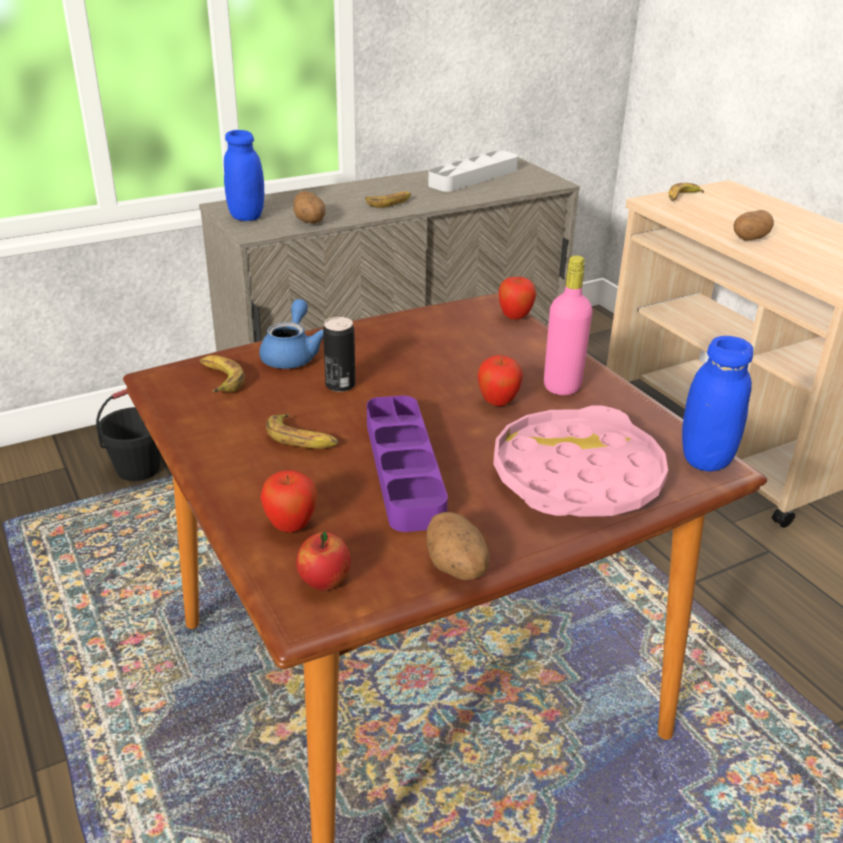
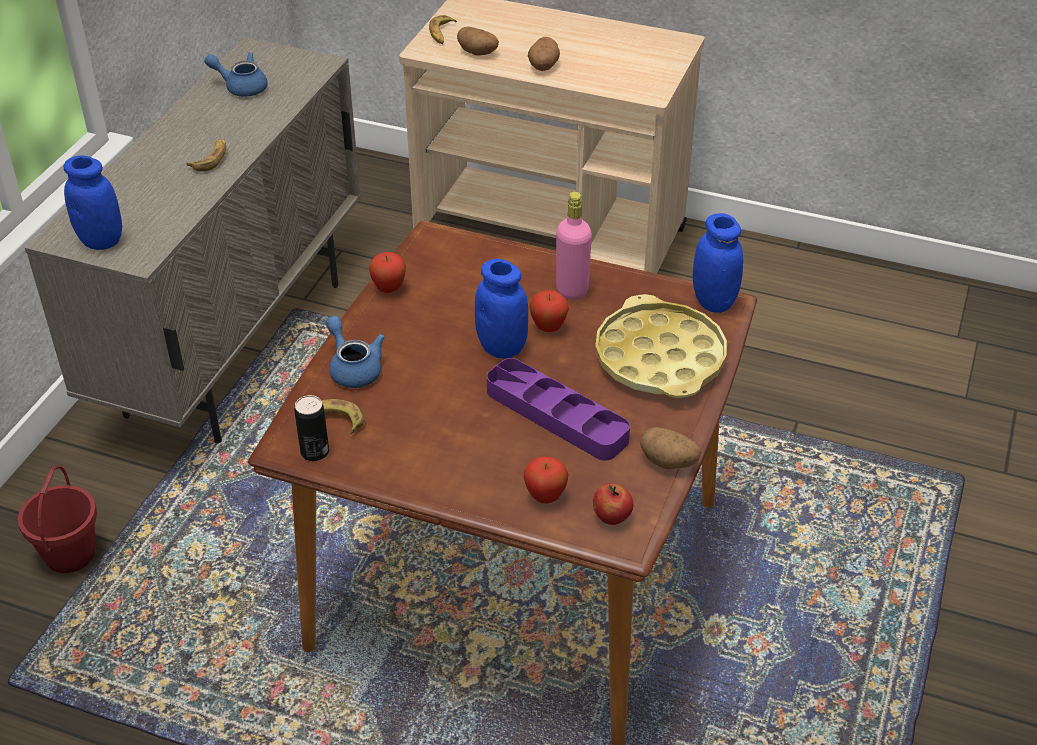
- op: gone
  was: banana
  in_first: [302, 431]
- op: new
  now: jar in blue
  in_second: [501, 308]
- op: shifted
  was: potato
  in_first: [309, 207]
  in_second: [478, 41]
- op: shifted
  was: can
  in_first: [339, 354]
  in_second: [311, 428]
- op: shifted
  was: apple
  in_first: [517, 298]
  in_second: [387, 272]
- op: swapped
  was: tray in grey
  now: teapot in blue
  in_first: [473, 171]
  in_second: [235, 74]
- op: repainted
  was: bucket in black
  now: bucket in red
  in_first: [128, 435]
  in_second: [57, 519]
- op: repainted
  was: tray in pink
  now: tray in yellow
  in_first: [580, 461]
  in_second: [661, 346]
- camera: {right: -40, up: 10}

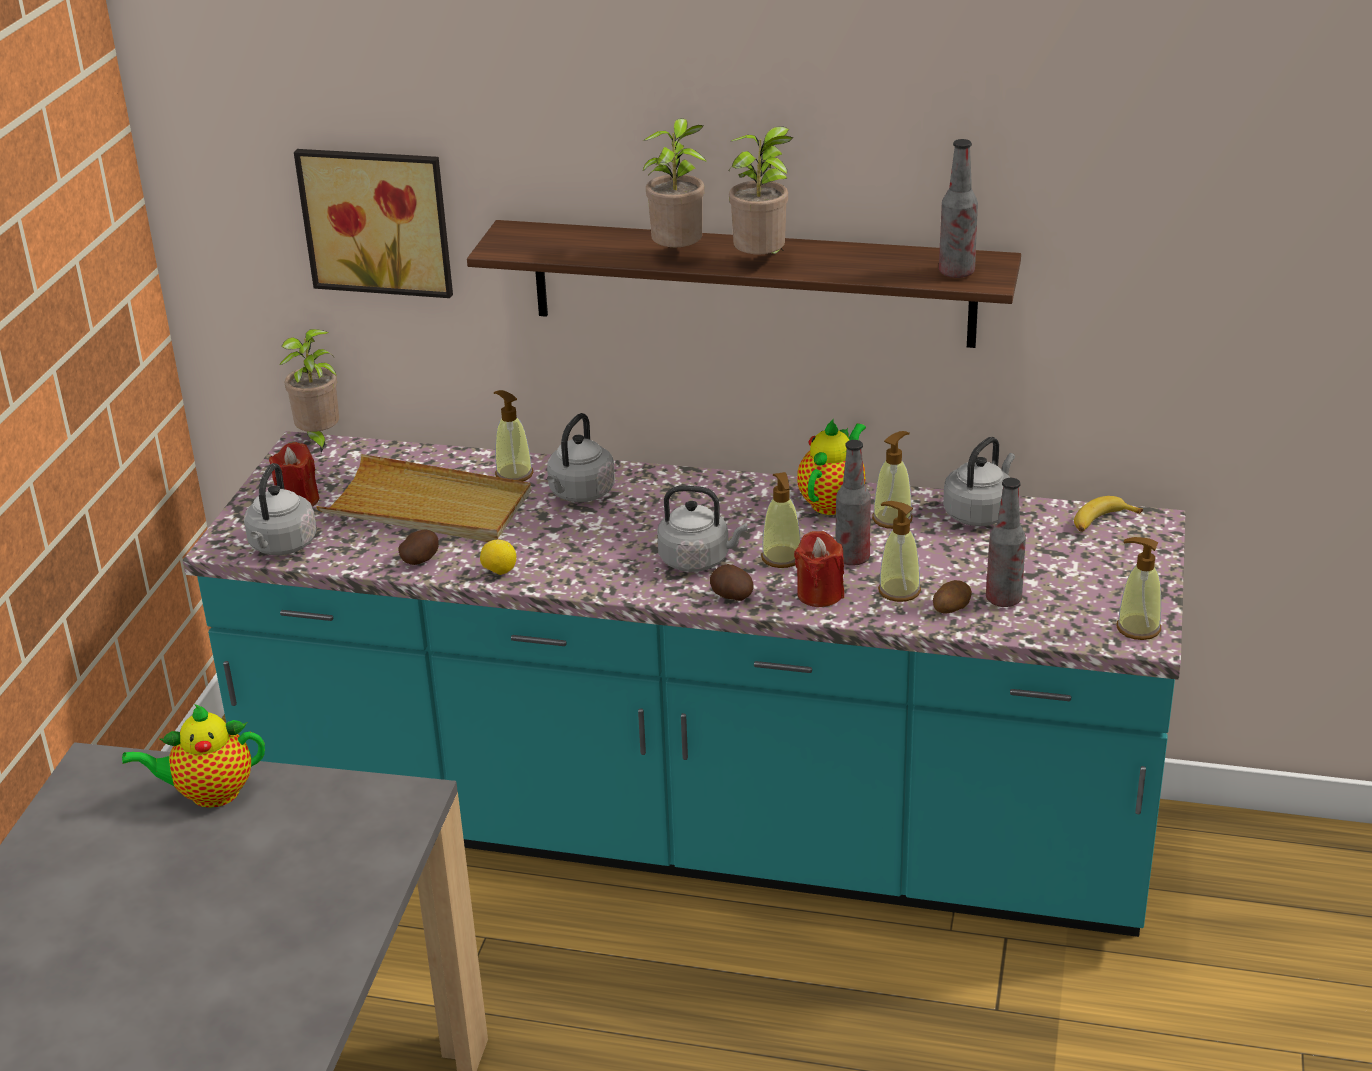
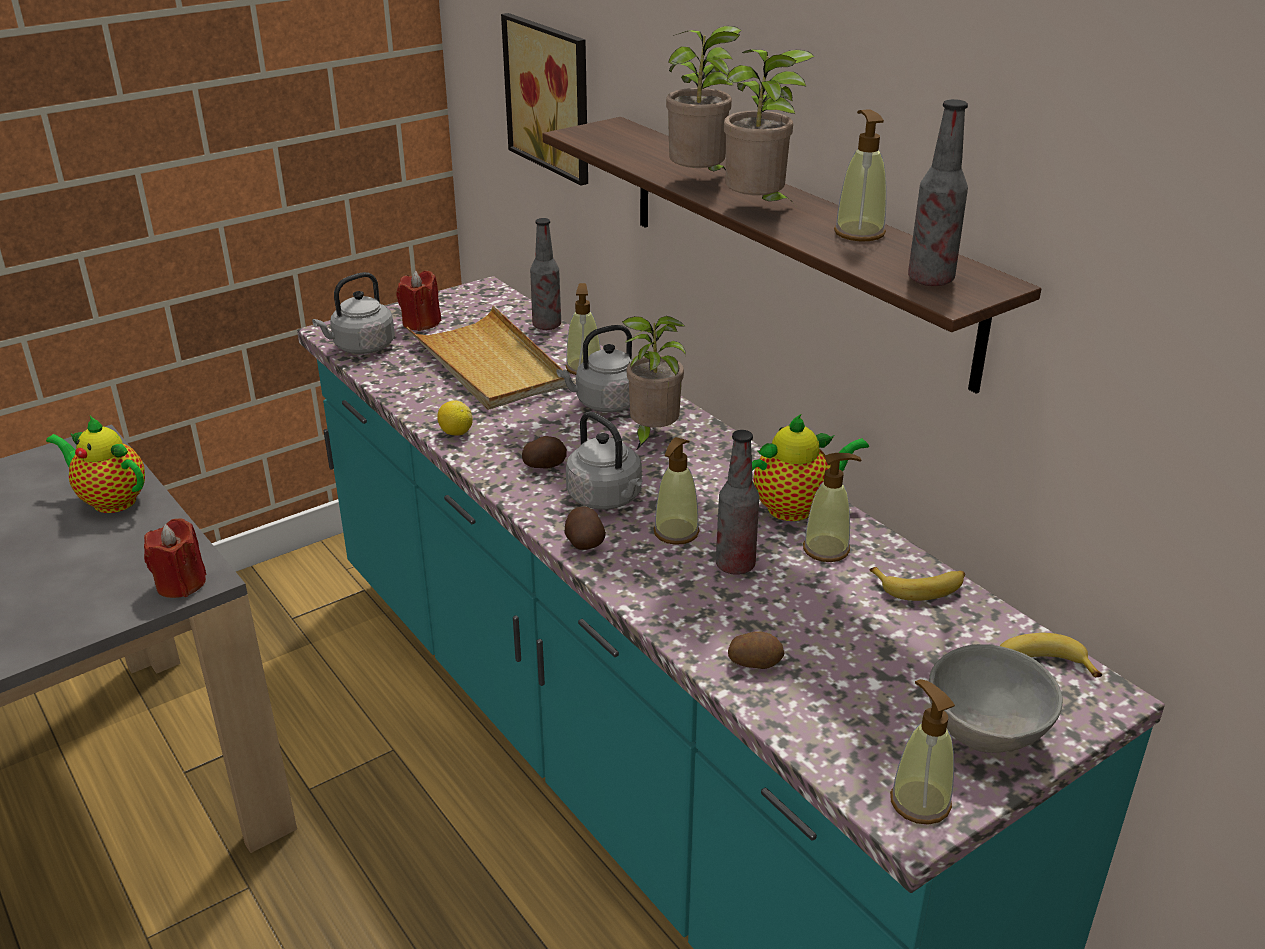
- op: new
  now: bowl in grey
  in_second: [996, 698]
- op: shifted
  was: potted plant
  in_first: [309, 391]
  in_second: [654, 382]
- op: shifted
  was: potato
  in_first: [418, 547]
  in_second: [544, 452]
- op: shifted
  was: candle in red
  in_first: [819, 569]
  in_second: [175, 558]
- op: shifted
  was: soap dispenser
  in_first: [899, 551]
  in_second: [860, 175]
- op: shifted
  was: bottle
  in_first: [1006, 542]
  in_second: [545, 274]
- op: swapped
  was: kettle in grey
  now: banana
  in_first: [979, 481]
  in_second: [917, 584]
- camera: {right: 40, up: 0}

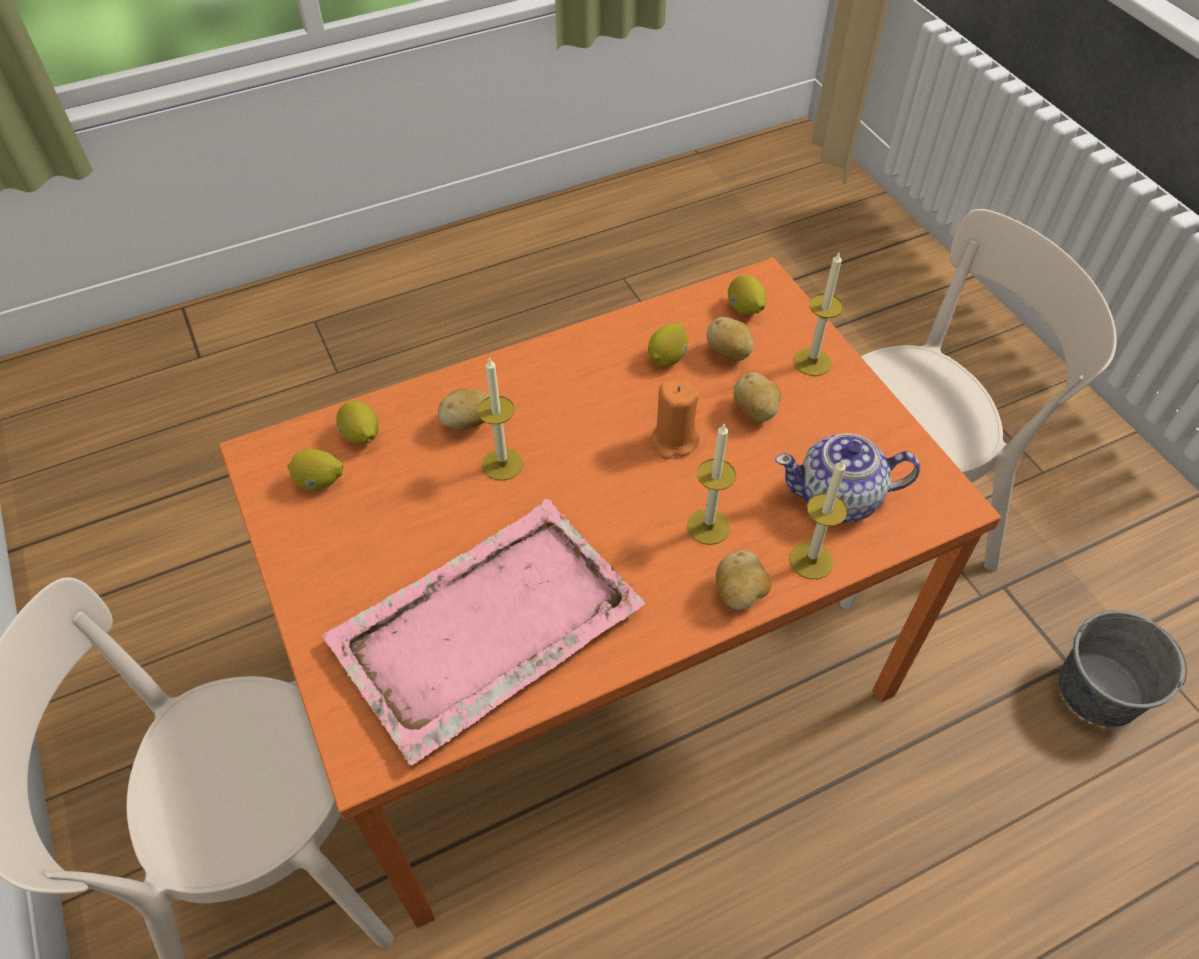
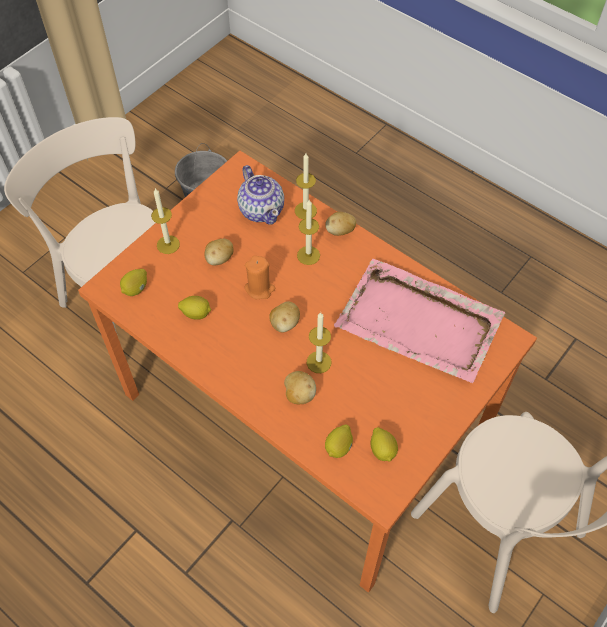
- op: shifted
  was: potato
  in_first: [730, 339]
  in_second: [284, 317]
- camera: {right: -115, up: 5}

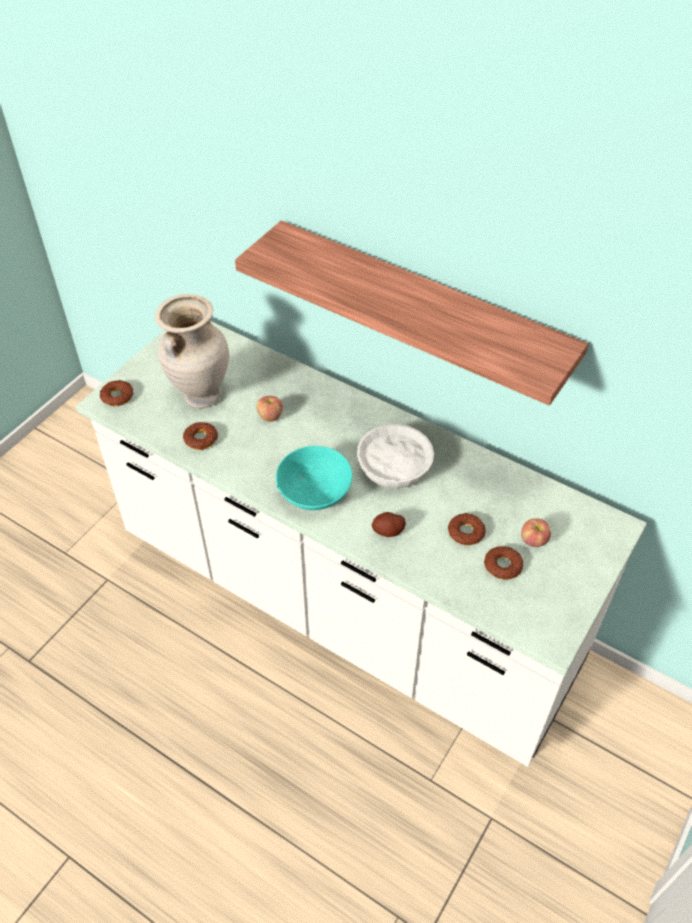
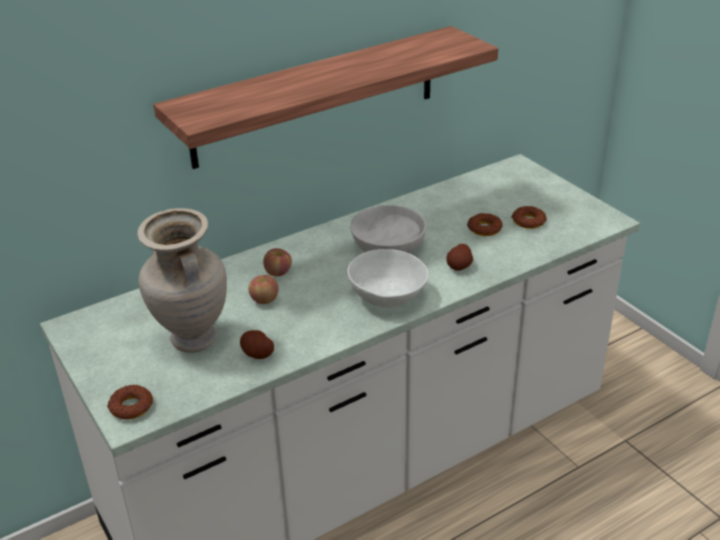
- op: shifted
  was: apple
  in_first: [536, 532]
  in_second: [277, 262]
- op: swapped
  was: donut
  now: potato
  in_first: [200, 436]
  in_second: [257, 344]
- op: repainted
  was: bowl in turquoise
  now: bowl in white
  in_first: [314, 478]
  in_second: [387, 278]
- camera: {right: -65, up: -15}

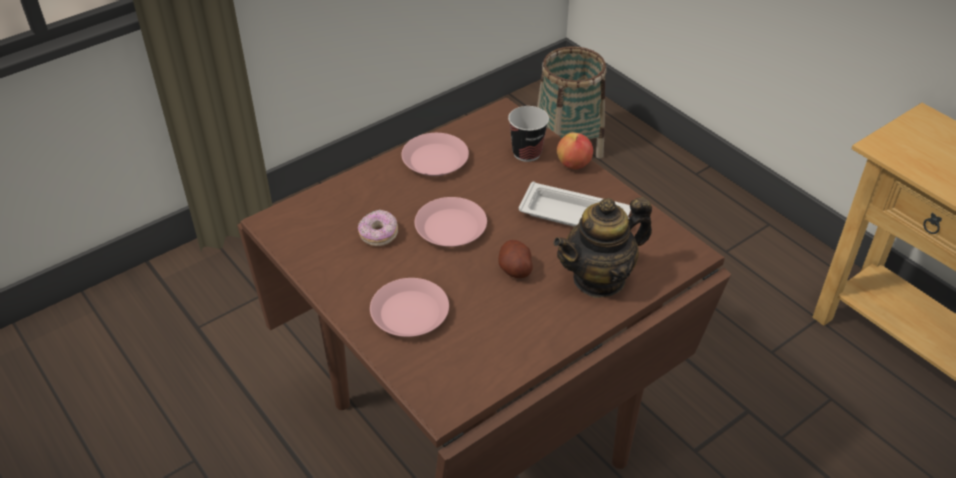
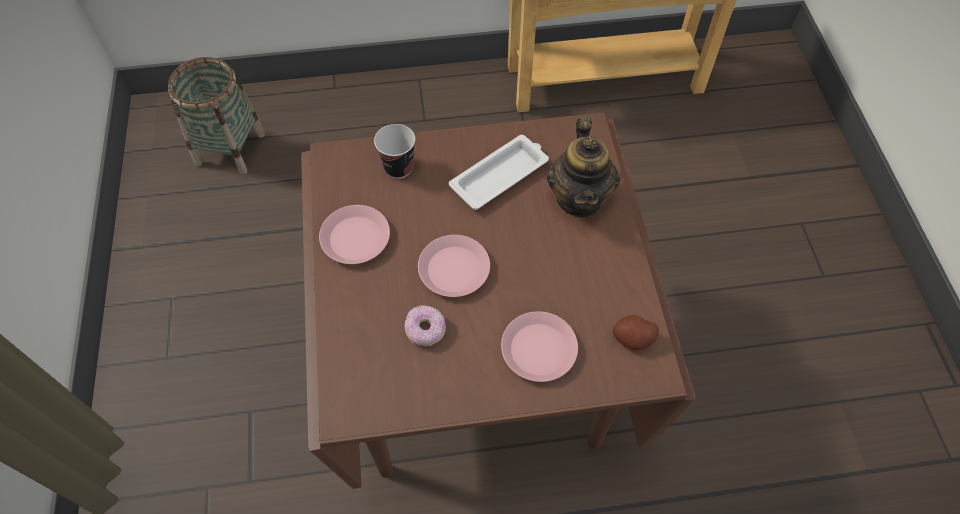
- op: gone
  was: apple
  in_first: [575, 151]
- op: shifted
  was: potato
  in_first: [515, 259]
  in_second: [636, 332]
- camera: {right: -60, up: 15}

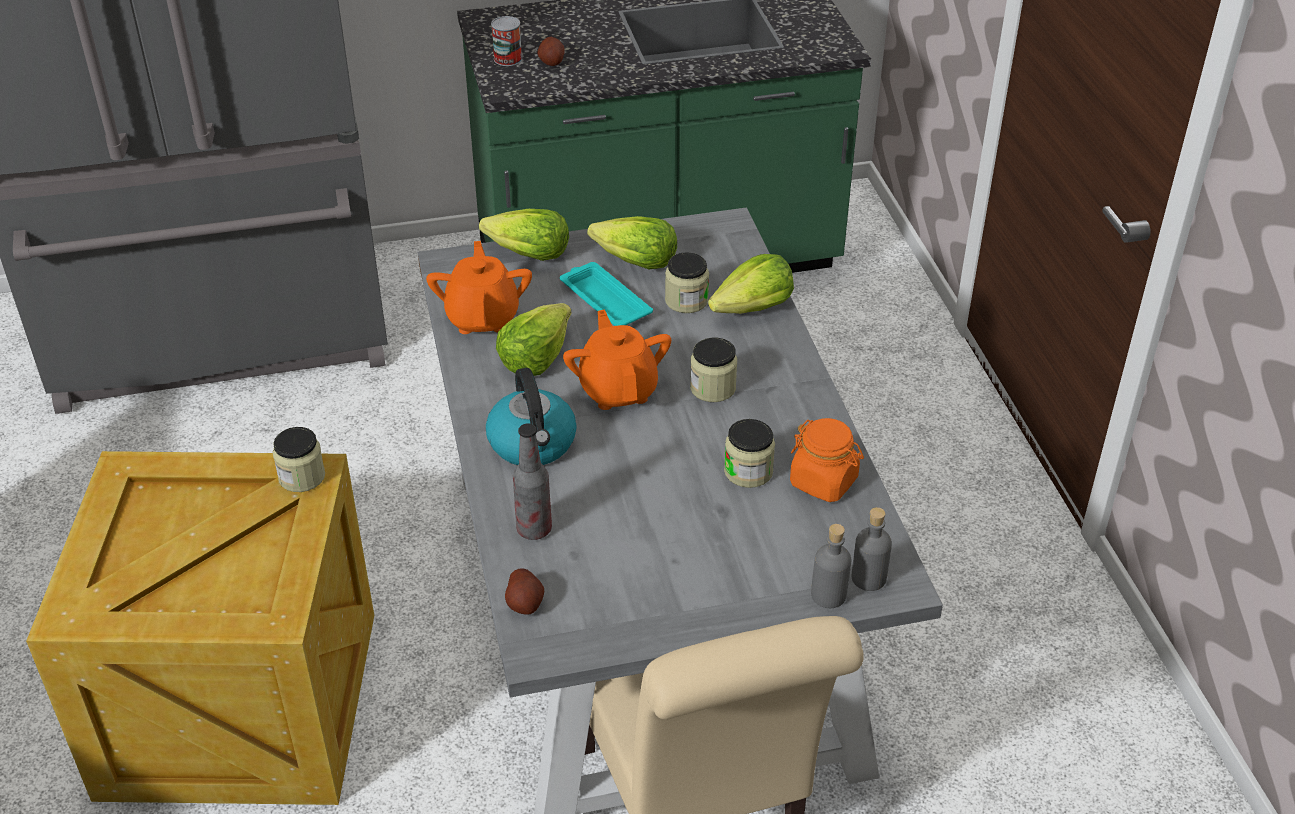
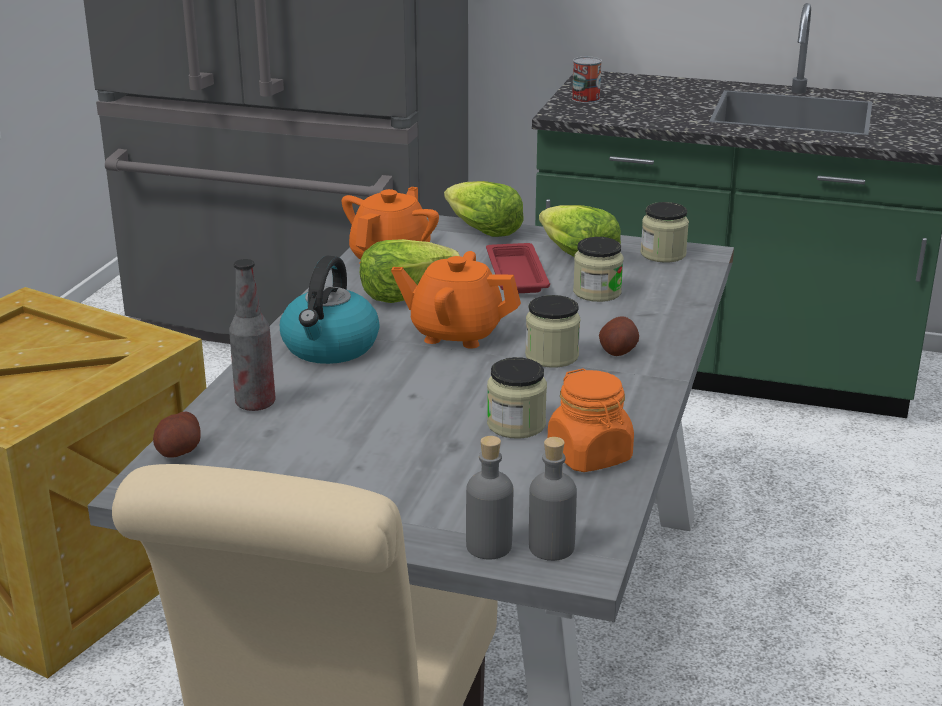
- op: gone
  was: lettuce
  in_first: [751, 284]
- op: shifted
  was: jar
  in_first: [299, 459]
  in_second: [664, 232]
- op: shifted
  was: potato
  in_first: [550, 51]
  in_second: [619, 336]
- op: repainted
  was: tray in turquoise
  now: tray in red
  in_first: [606, 294]
  in_second: [518, 268]
- op: rotated
  was: teapot in orange
  in_first: [617, 360]
  in_second: [456, 300]
  clockwise: -90
- camera: {right: 30, up: -15}

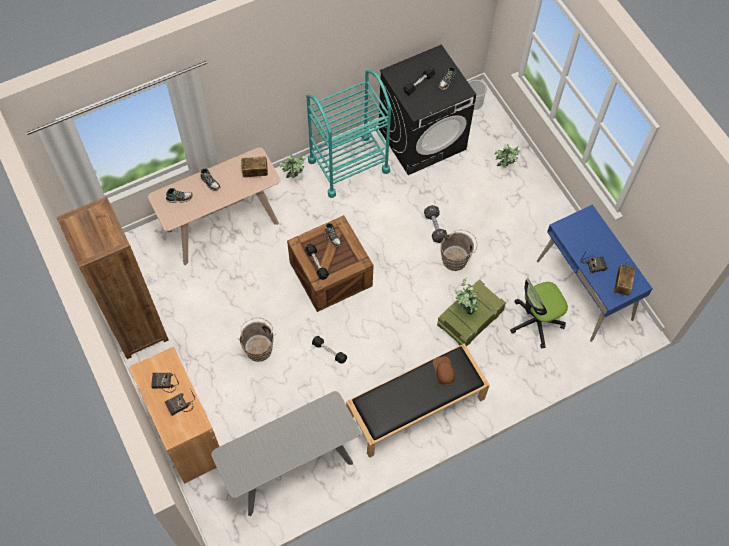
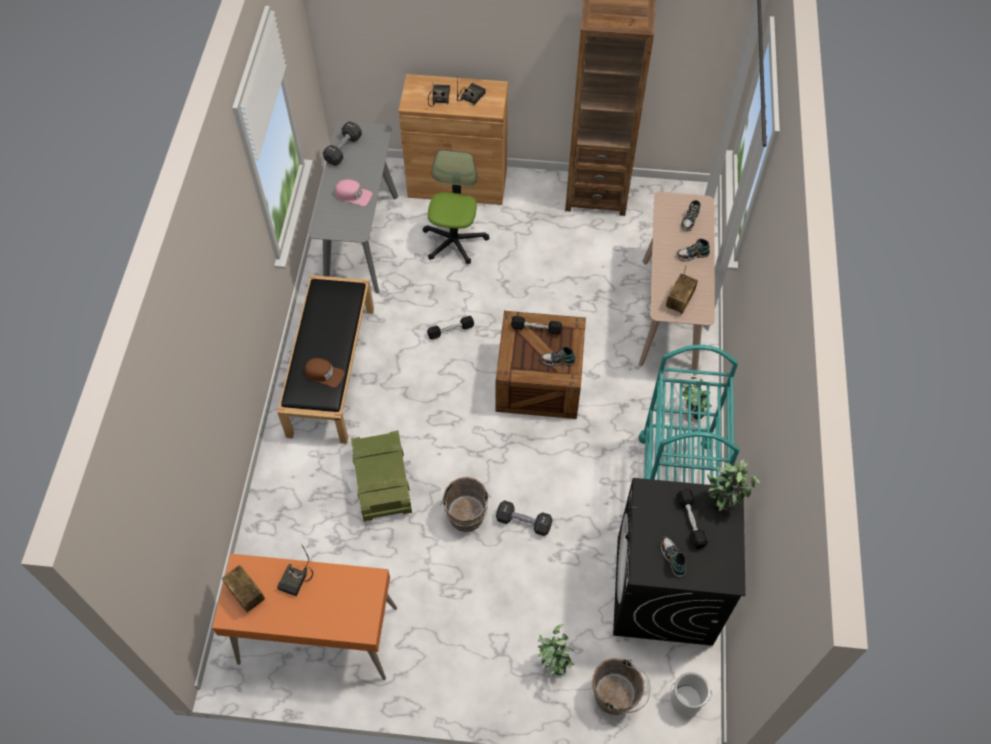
- op: new
  now: dumbbell in black
  in_second: [342, 143]
- op: new
  now: cap in pink
  in_second: [353, 192]
- op: shifted
  was: bucket in brown
  in_first: [257, 339]
  in_second: [621, 686]
- op: shifted
  was: potted plant
  in_first: [467, 296]
  in_second: [733, 484]
- op: shifted
  was: office chair
  in_first: [539, 313]
  in_second: [455, 207]
- op: repainted
  was: desk in blue
  now: desk in orange
  in_first: [595, 273]
  in_second: [304, 616]
- camera: {right: 125, up: -5}

